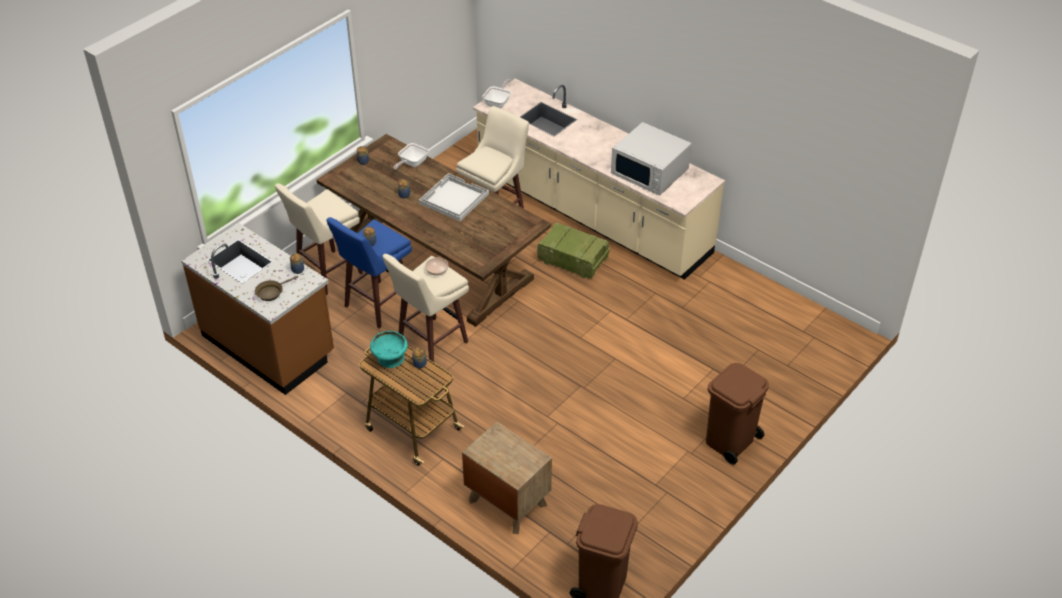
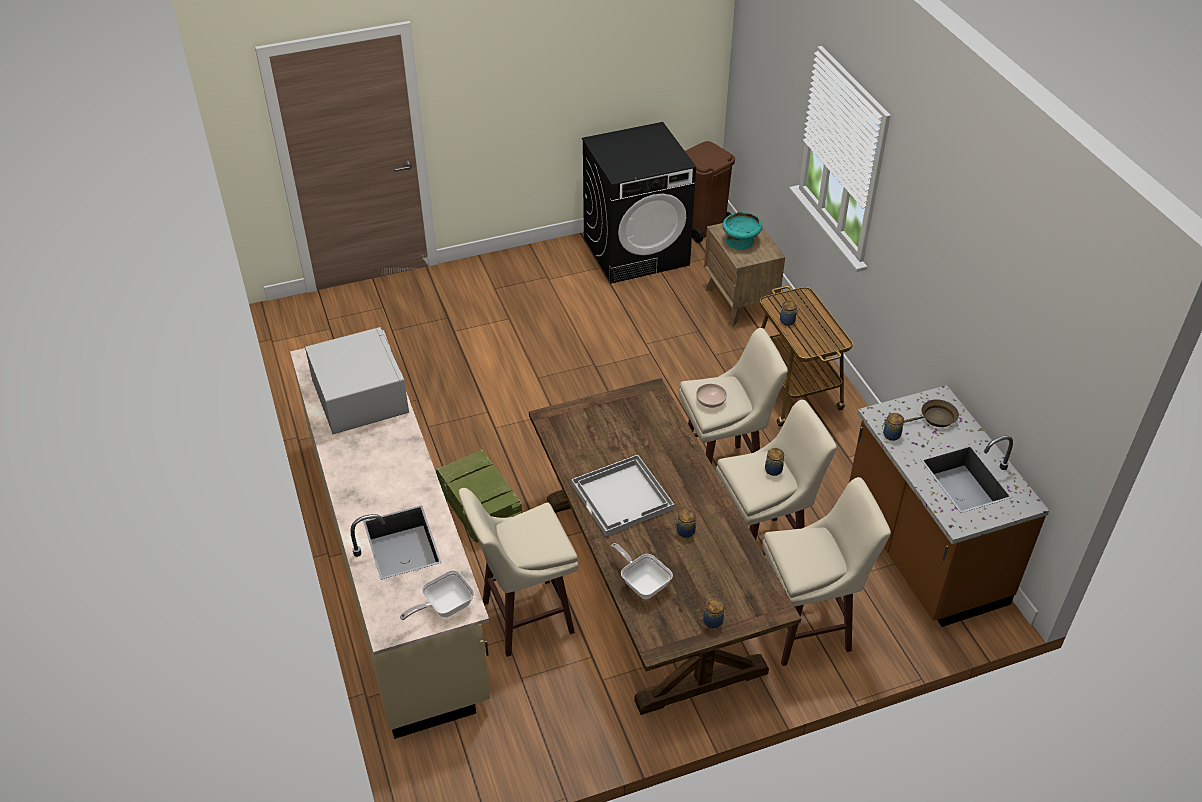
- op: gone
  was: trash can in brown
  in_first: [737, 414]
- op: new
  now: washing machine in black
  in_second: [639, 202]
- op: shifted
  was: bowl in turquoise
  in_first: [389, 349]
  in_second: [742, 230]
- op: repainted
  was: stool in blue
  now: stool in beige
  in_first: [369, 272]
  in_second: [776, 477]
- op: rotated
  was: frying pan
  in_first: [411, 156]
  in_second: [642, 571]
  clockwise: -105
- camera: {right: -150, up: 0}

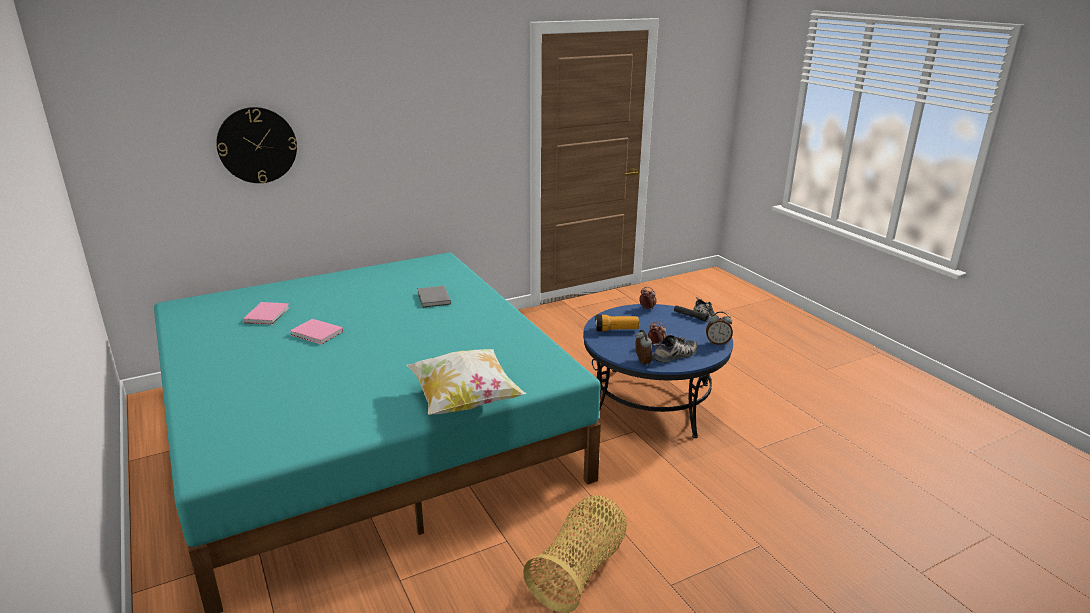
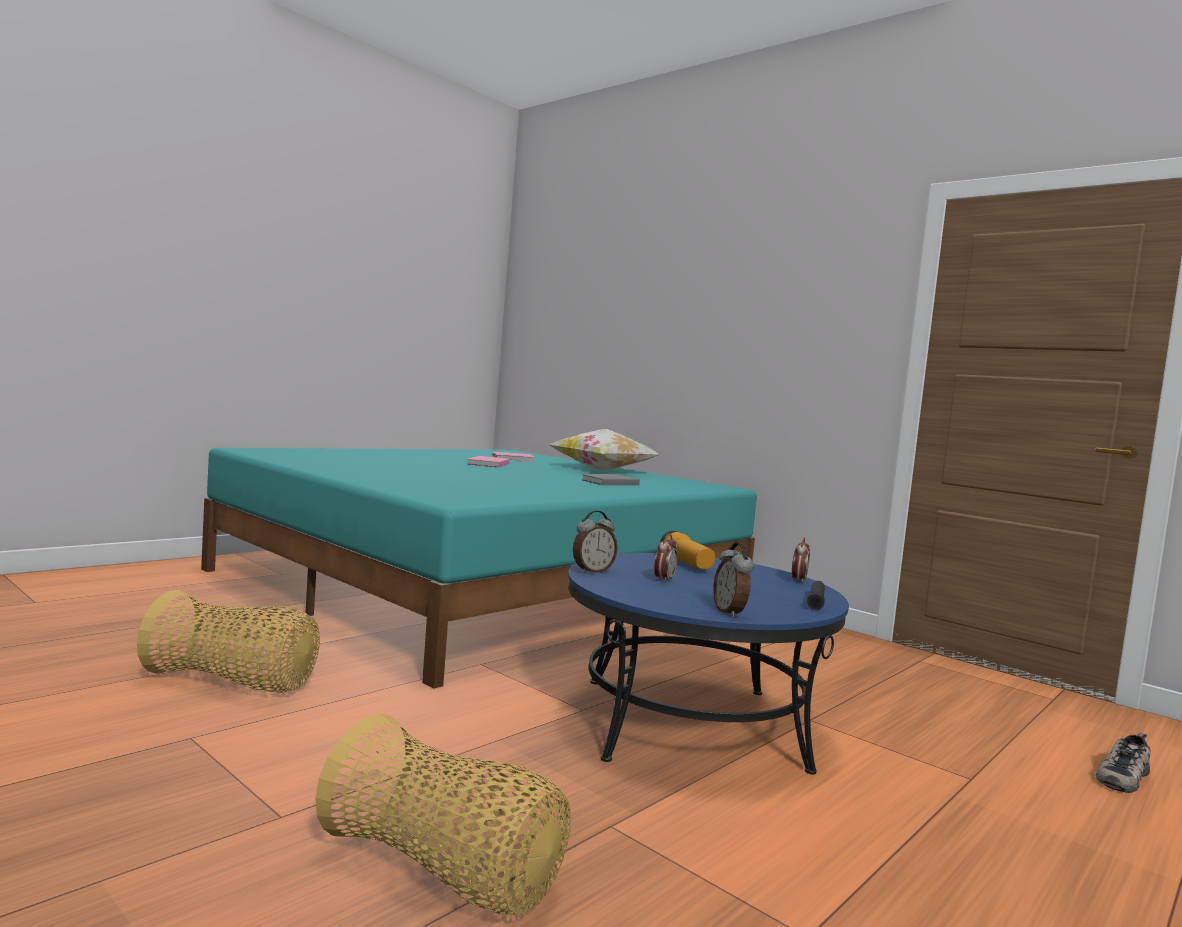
- op: gone
  was: wall clock
  in_first: [256, 145]
- op: gone
  was: shoe
  in_first: [675, 349]
- op: new
  now: basket
  in_second: [443, 814]
- op: shifted
  was: pillow
  in_first: [466, 382]
  in_second: [604, 449]
- camera: {right: 70, up: -20}

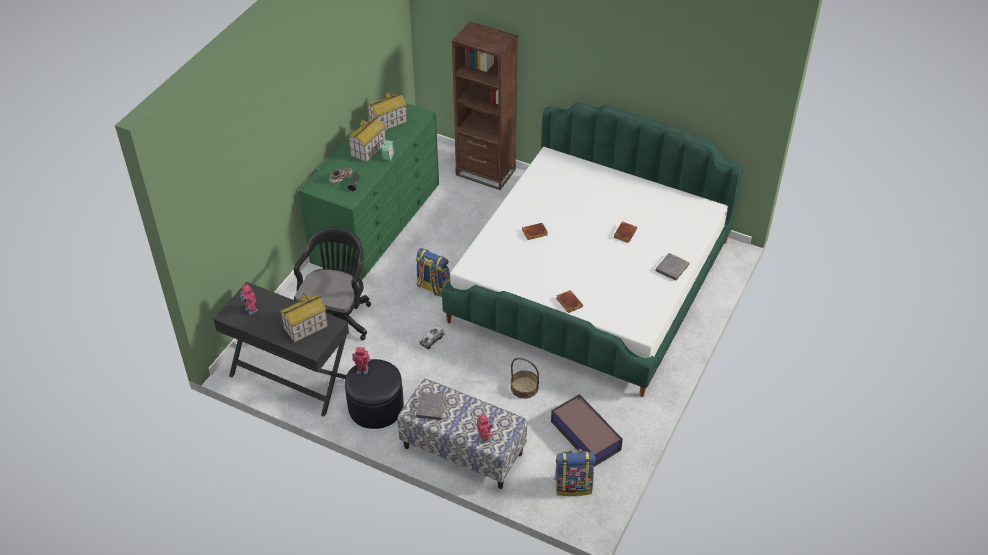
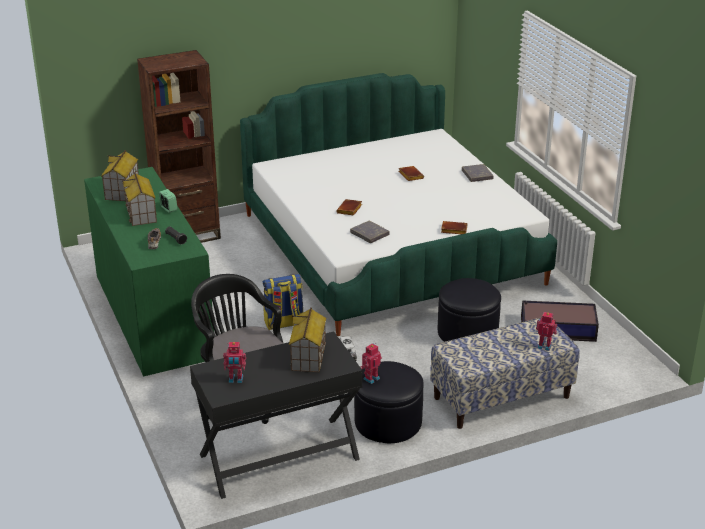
- op: gone
  was: backpack
  in_first: [575, 472]
- op: shifted
  was: book in grey
  in_first: [431, 406]
  in_second: [370, 231]
- op: swapped
  was: basket
  now: ottoman in black
  in_first: [525, 378]
  in_second: [469, 310]
- camera: {right: -50, up: -15}

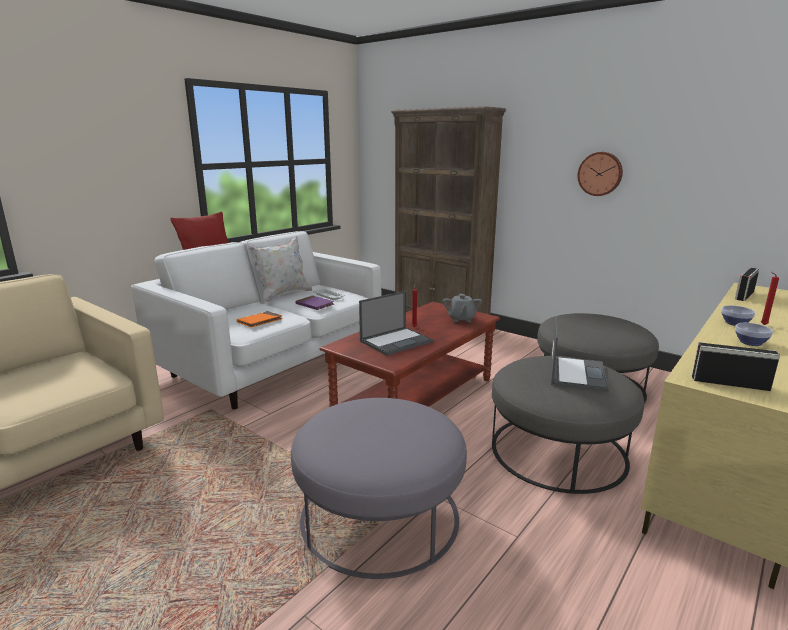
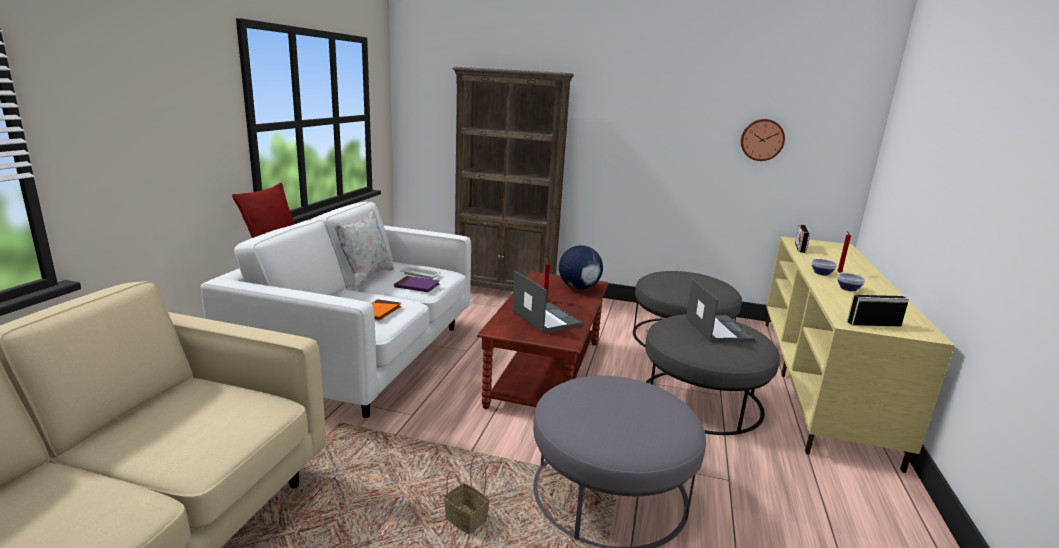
- op: new
  now: basket
  in_second: [466, 494]
- op: shifted
  was: wall clock
  in_first: [600, 174]
  in_second: [763, 140]
- op: swapped
  was: teapot in grey
  now: globe
  in_first: [462, 307]
  in_second: [581, 267]
- op: rotated
  was: laptop
  in_first: [396, 323]
  in_second: [547, 302]
  clockwise: -60
- camera: {right: -25, up: 0}

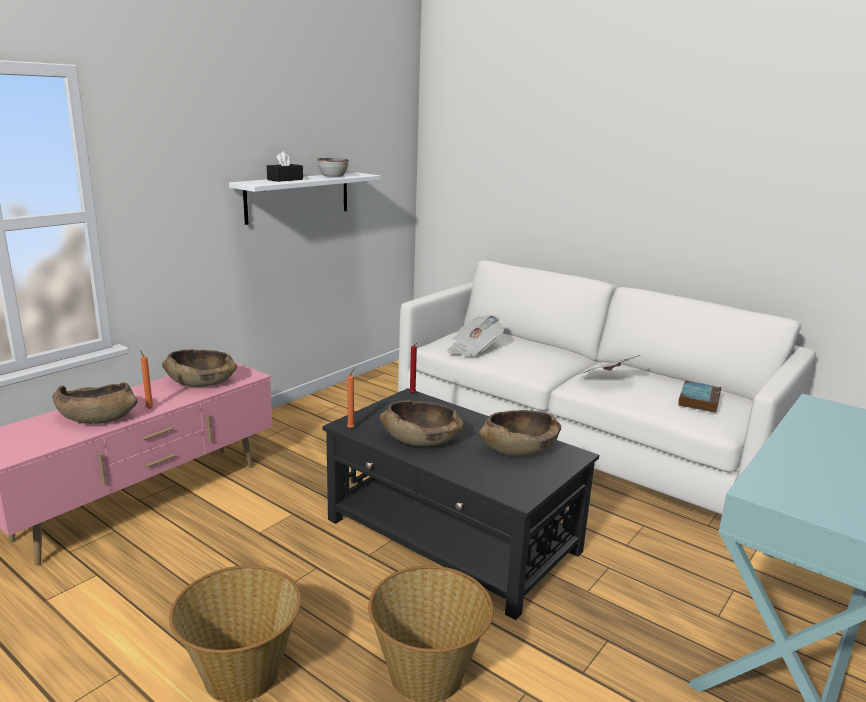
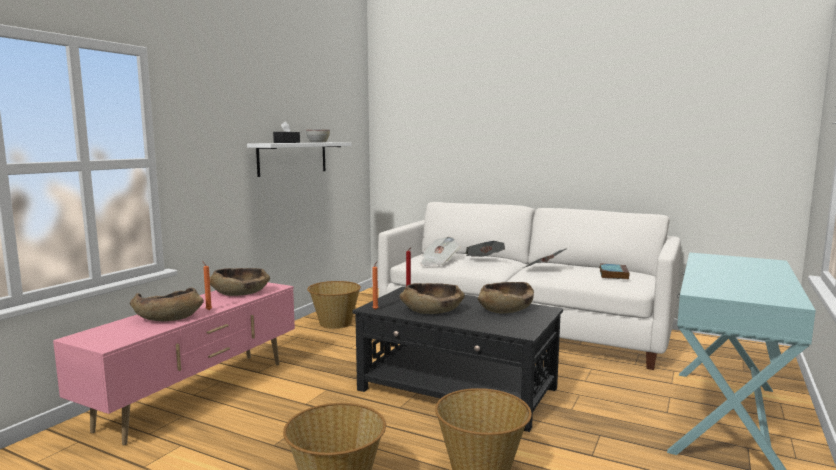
- op: new
  now: basket
  in_second: [334, 305]
- op: new
  now: newspaper
  in_second: [485, 249]
- camera: {right: -10, up: -10}

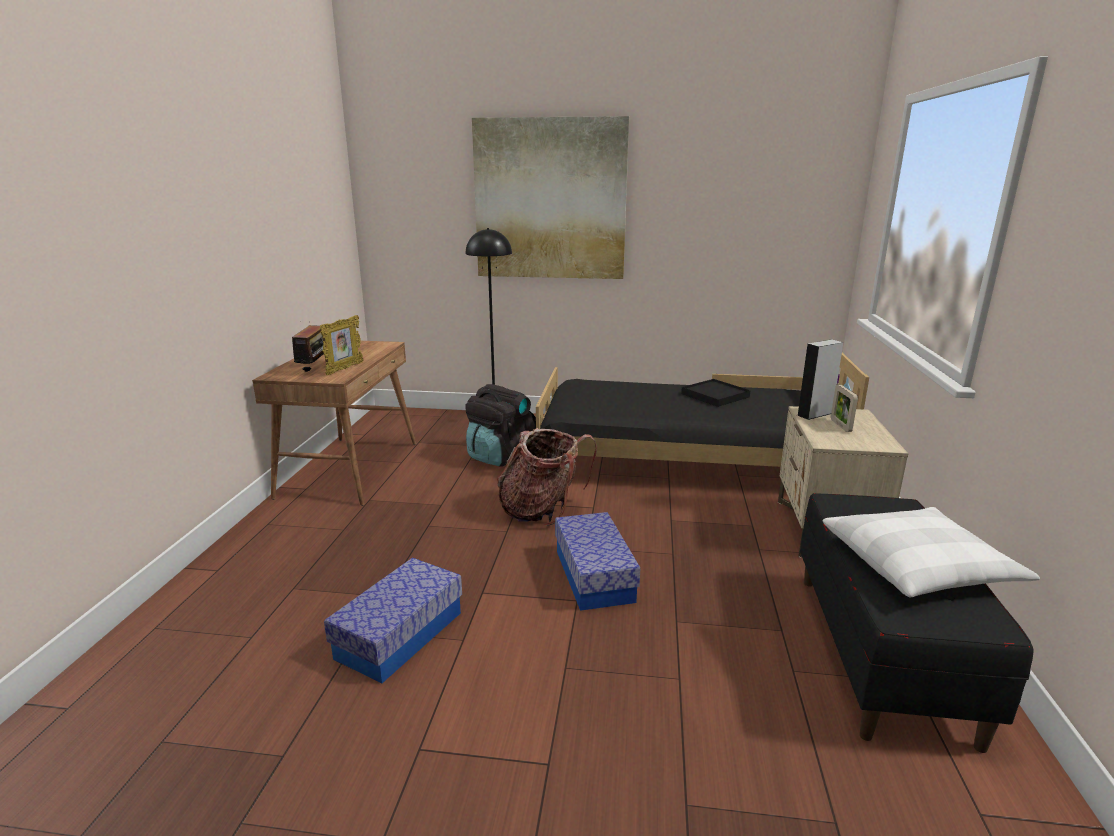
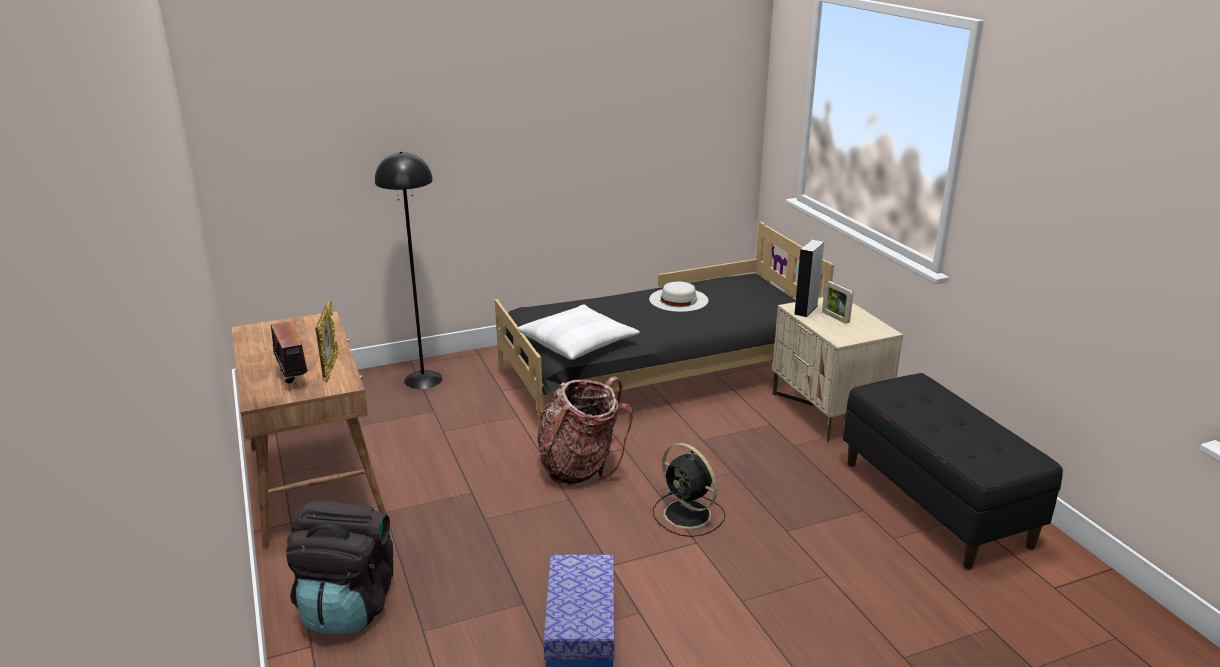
- op: gone
  was: picture
  in_first: [550, 197]
- op: shifted
  was: backpack in black
  in_first: [500, 425]
  in_second: [339, 567]
- op: shifted
  was: pillow in white
  in_first: [931, 552]
  in_second: [578, 332]
- op: swapped
  was: storage box
  now: fan in black
  in_first: [597, 561]
  in_second: [689, 490]
- op: swapped
  was: tray in black
  now: hat in white
  in_first: [715, 393]
  in_second: [678, 296]
- camera: {right: -30, up: 5}

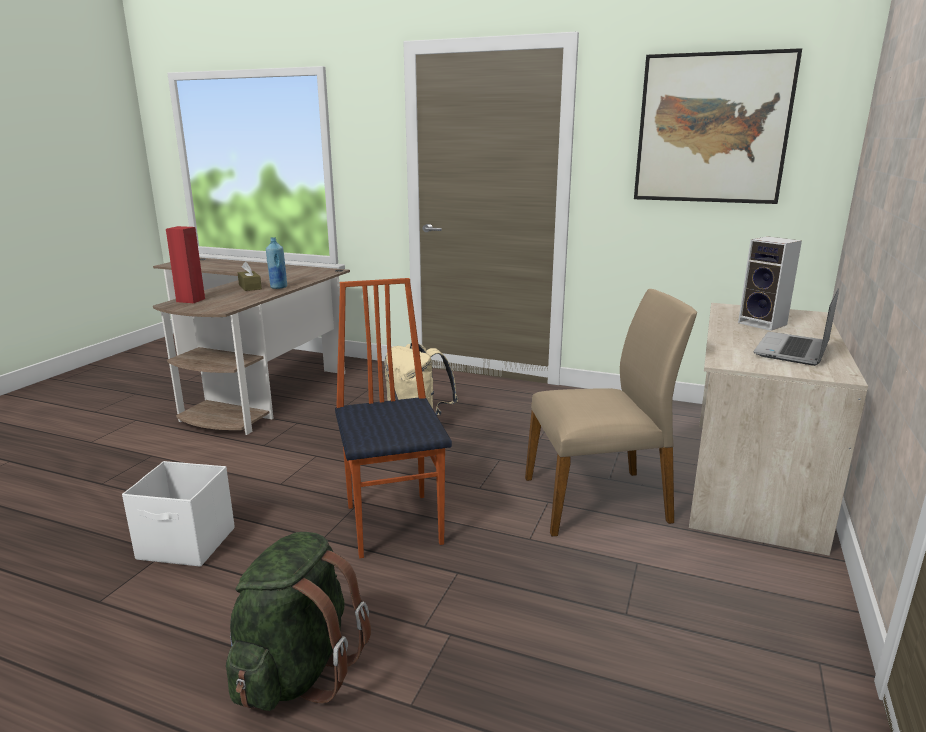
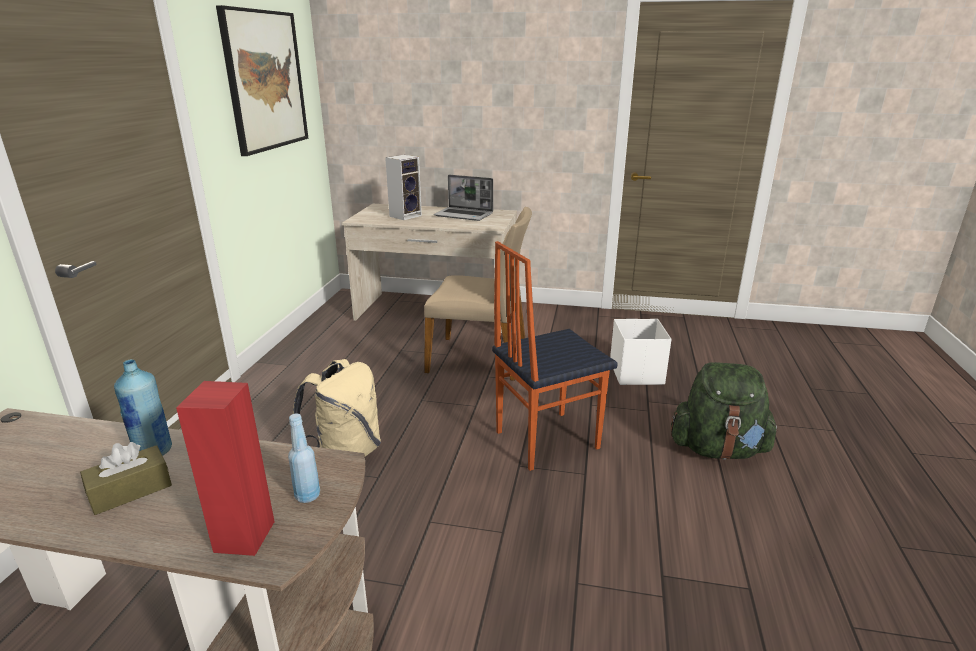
- op: new
  now: bottle in blue
  in_second: [304, 458]
- op: shifted
  was: storage box in white
  in_first: [178, 514]
  in_second: [641, 352]
- op: rotated
  was: chair in beige
  in_first: [611, 412]
  in_second: [478, 294]
  clockwise: 120
- camera: {right: -100, up: 5}

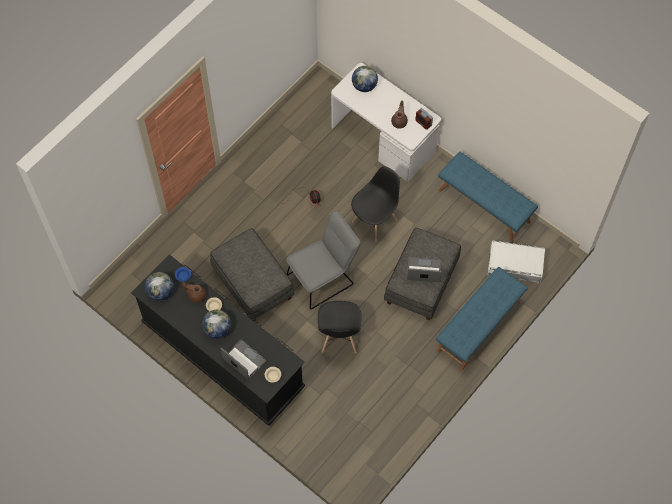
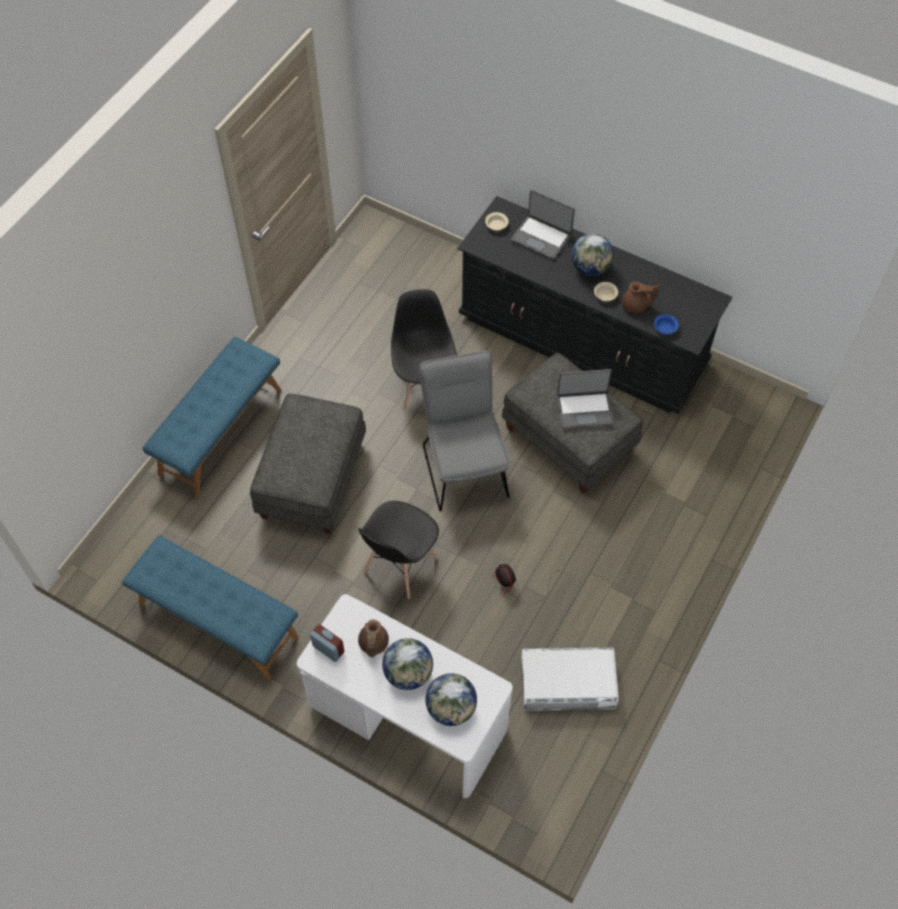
- op: shifted
  was: globe
  in_first: [159, 286]
  in_second: [407, 664]
- op: shifted
  was: laptop
  in_first: [424, 269]
  in_second: [585, 399]
- op: shifted
  was: storage box in white
  in_first: [516, 261]
  in_second: [570, 679]
- op: rotated
  was: chair in grey
  in_first: [323, 260]
  in_second: [464, 431]
  clockwise: 120
- camera: {right: 170, up: -5}

